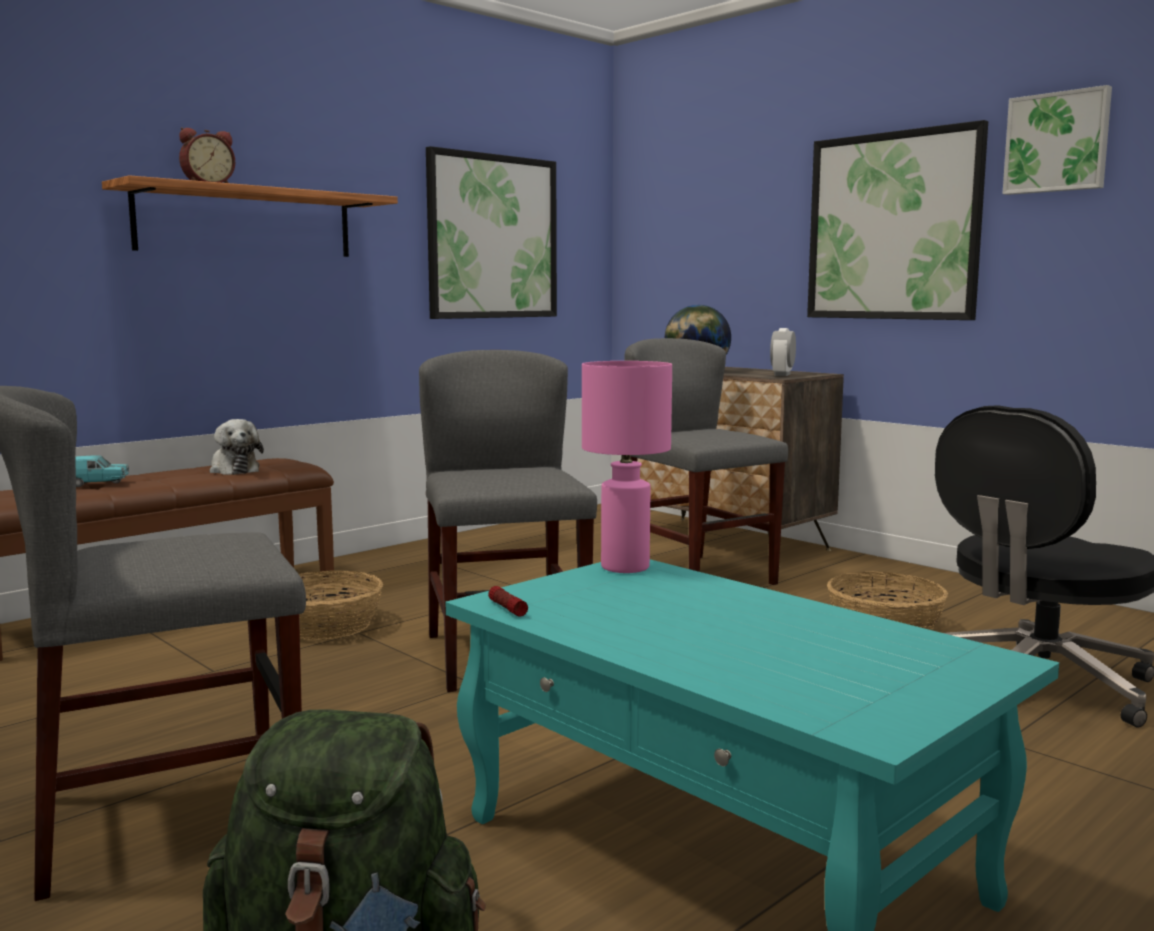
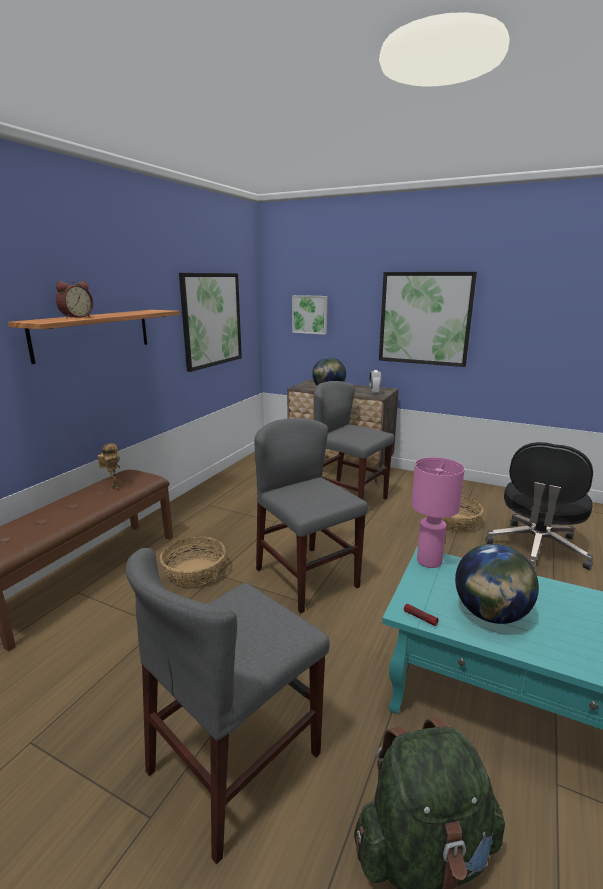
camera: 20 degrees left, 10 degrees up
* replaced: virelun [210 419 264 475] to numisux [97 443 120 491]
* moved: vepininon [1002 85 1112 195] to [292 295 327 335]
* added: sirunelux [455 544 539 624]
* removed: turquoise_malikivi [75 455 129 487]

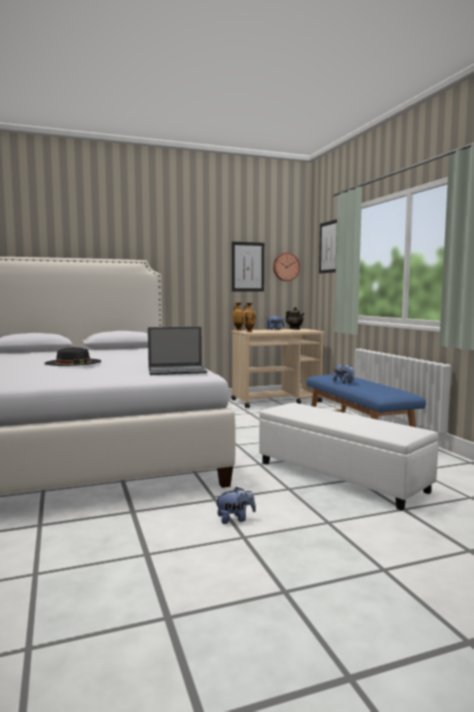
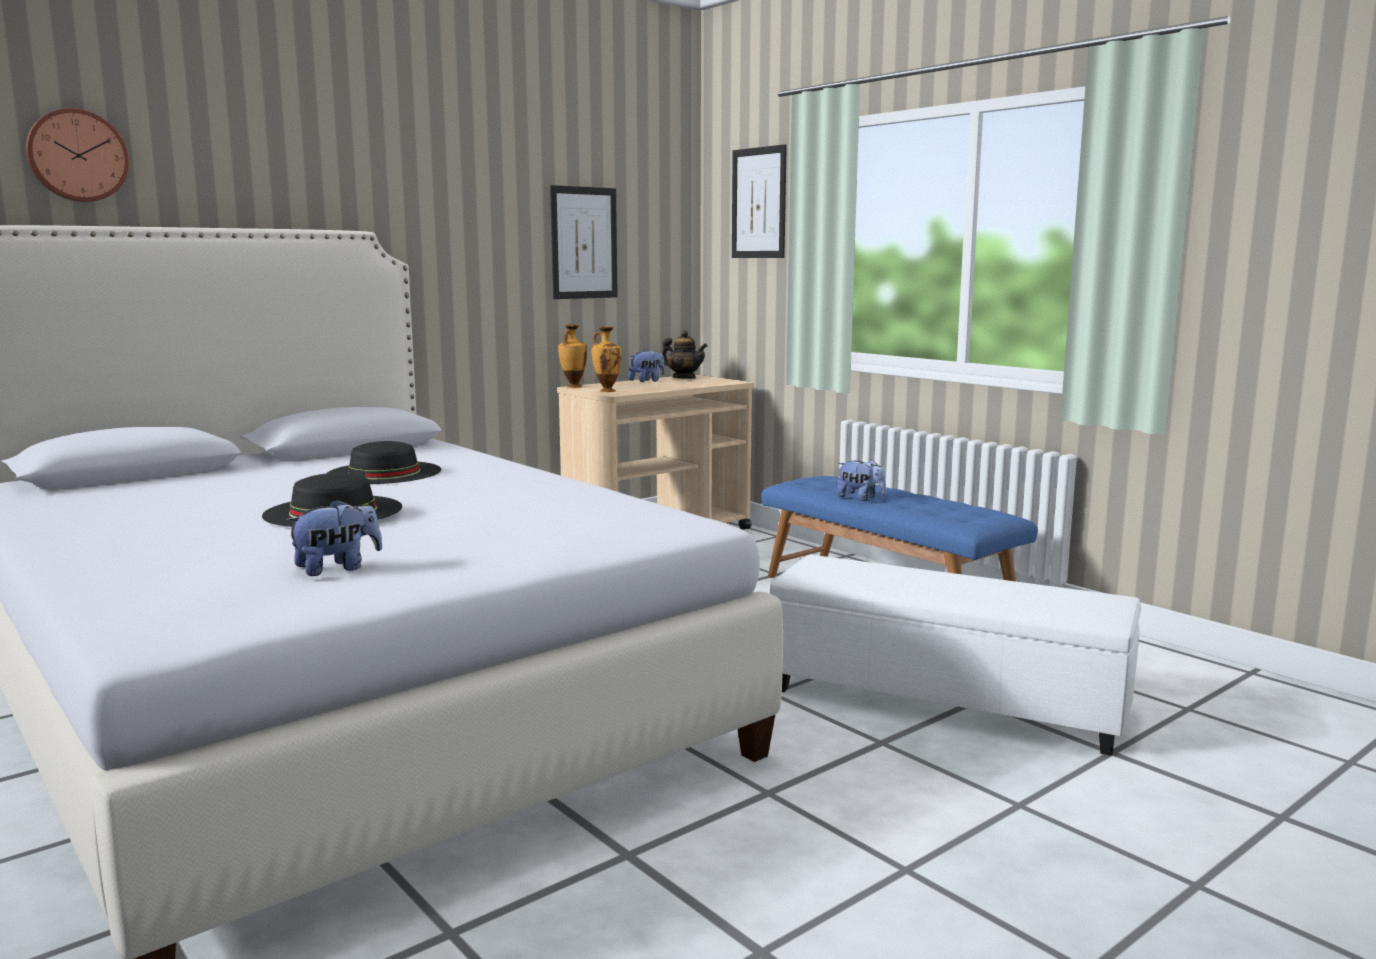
camera: 20 degrees left, 5 degrees up
* moved: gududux [273 253 300 281] to [26 108 129 202]
* moved: virelun [215 487 256 524] to [285 499 382 576]
* added: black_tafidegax [326 441 441 484]
* removed: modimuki [148 327 207 375]

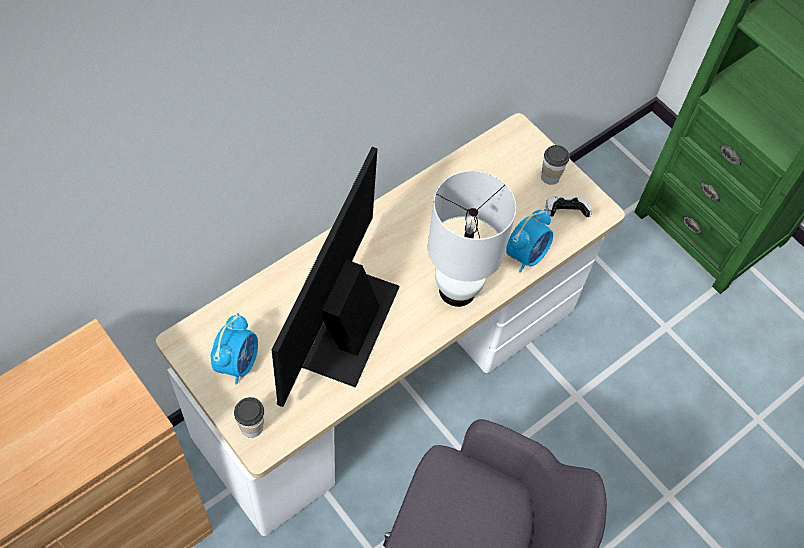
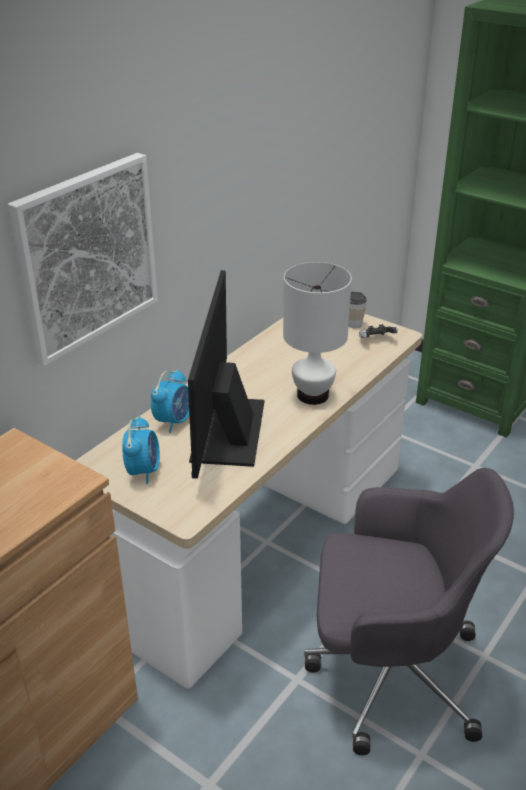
camera: 10 degrees left, 25 degrees down
* added: vepininon [8 153 158 366]
* moved: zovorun [506 209 553 272] to [151 370 189 433]
* removed: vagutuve [234 397 264 438]

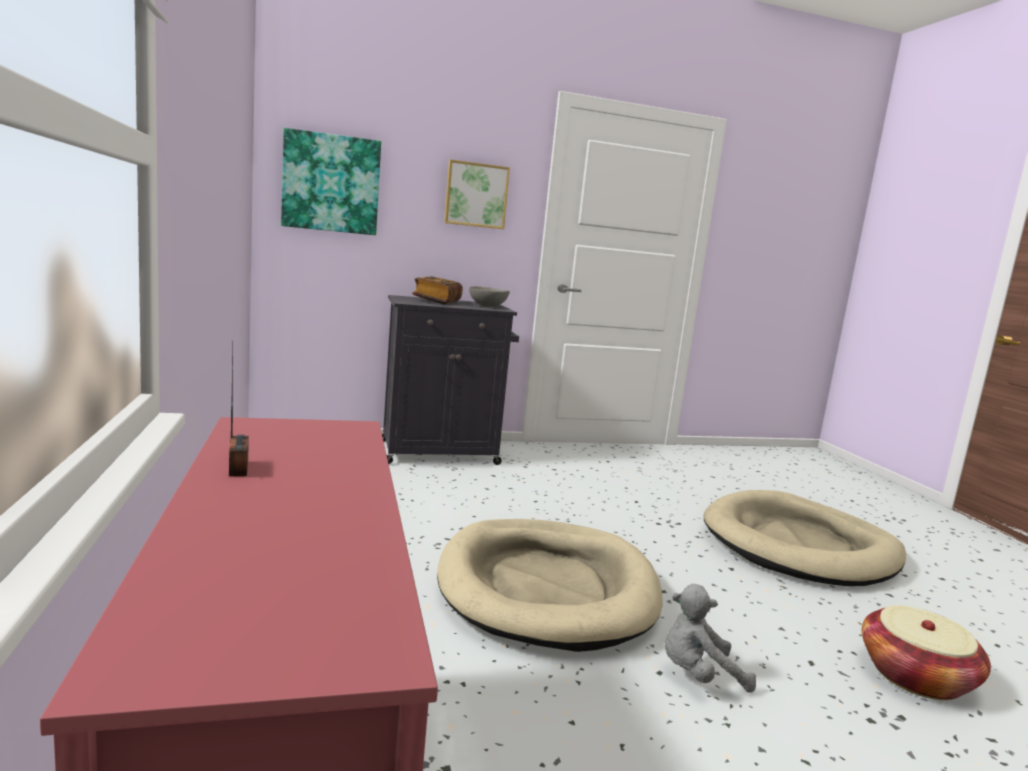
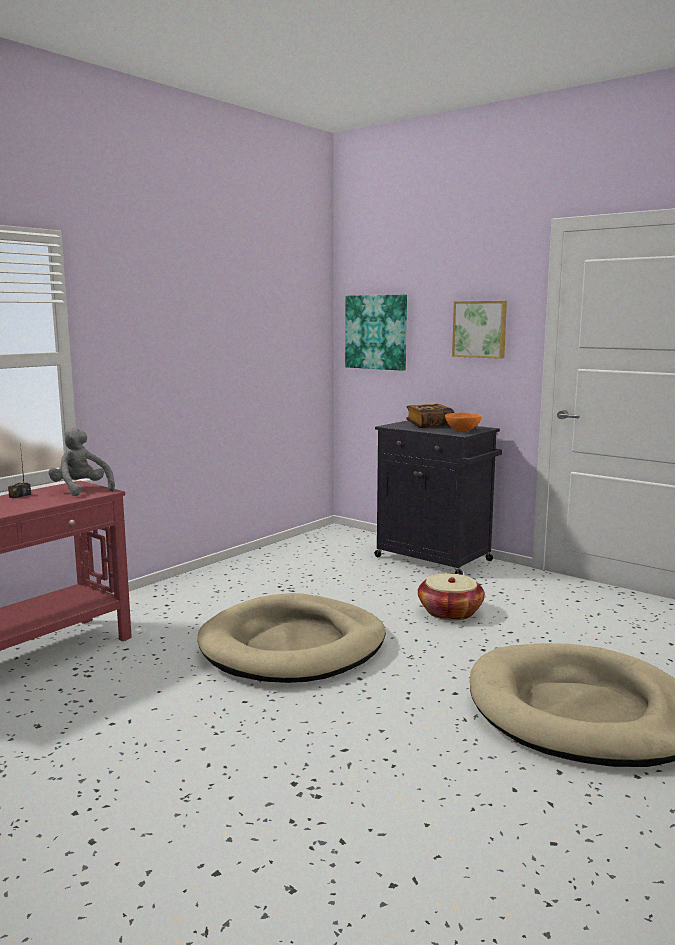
camera: 55 degrees right, 0 degrees up
* moved: grey_virelun [665 584 756 693] to [48 427 115 496]
* moved: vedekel [862 605 991 700] to [418 574 485 620]
* recoloured: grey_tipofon [469 286 510 307] to orange_tipofon [445 413 481 432]

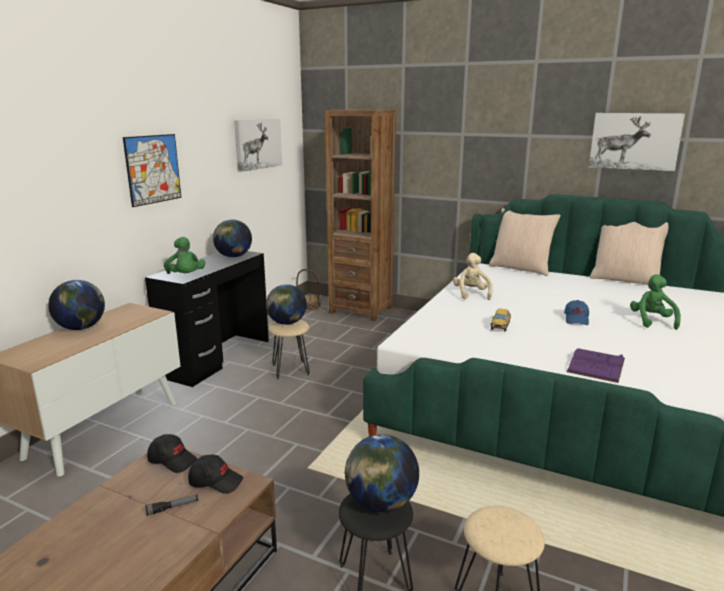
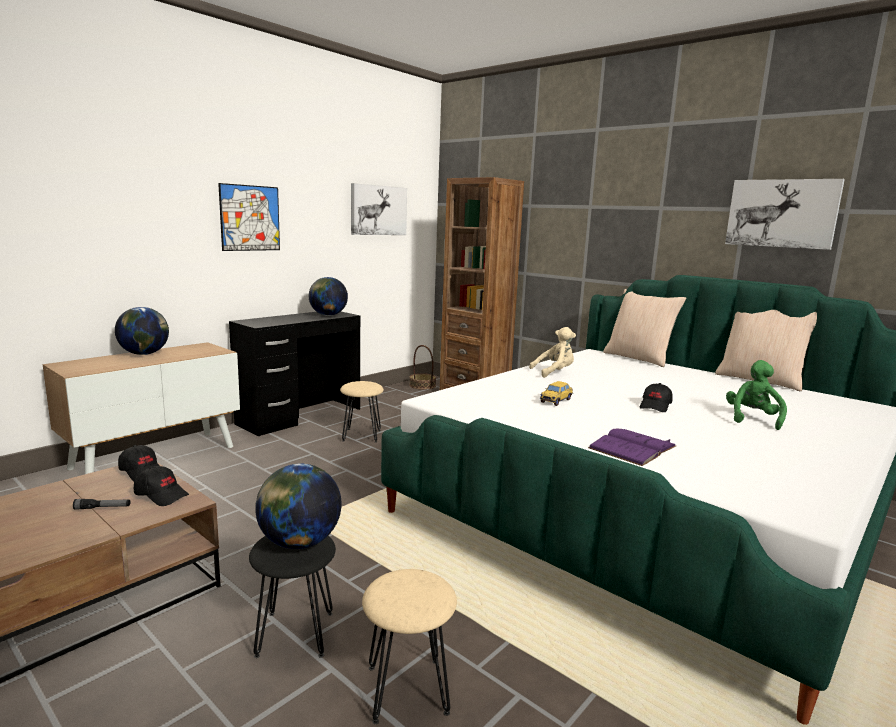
camera: 15 degrees right, 5 degrees down
* turned: beige_virelun [453 253 493 300] = [529 327 576 378] 60 degrees clockwise
* recoloured: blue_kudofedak [564 300 589 325] to black_kudofedak [640 383 673 412]
* removed: green_virelun [164 237 205 274]
* removed: sirunelux [266 284 307 325]

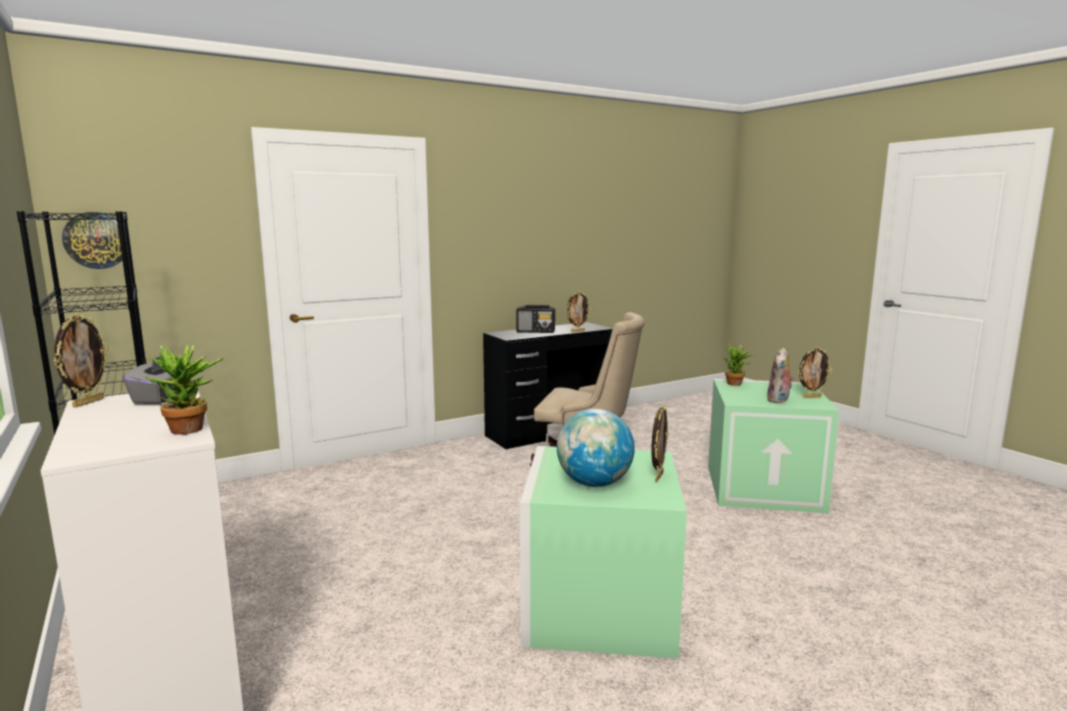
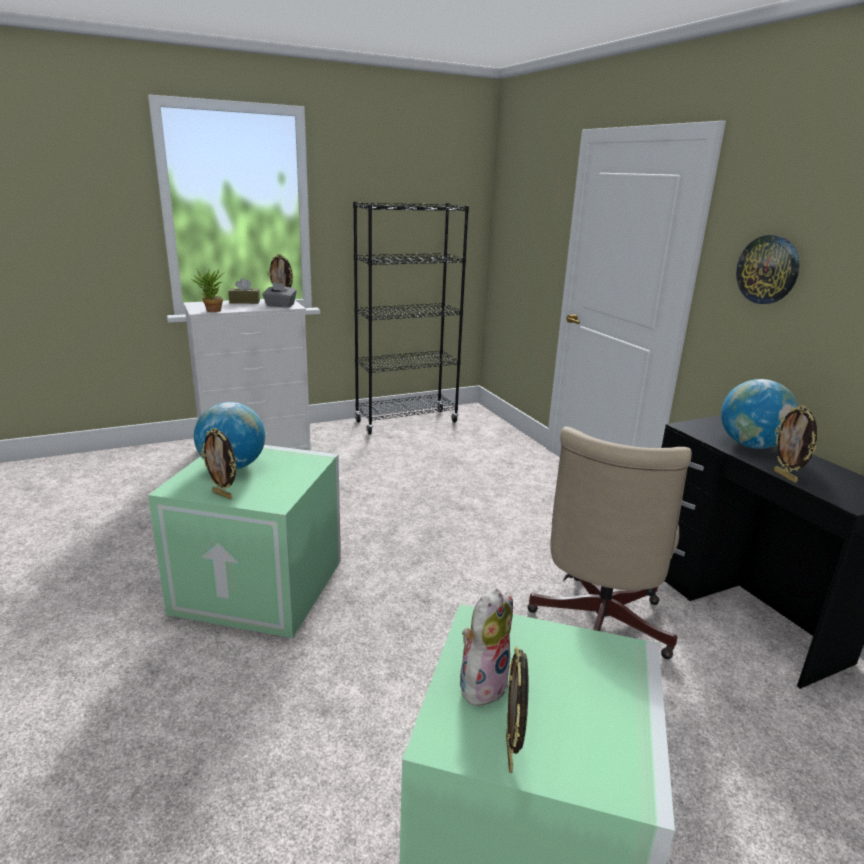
camera: 95 degrees right, 10 degrees up
* added: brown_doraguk [228 278 260 304]
* turned: virelun [767 348 794 404] = [460 588 513 707] 90 degrees clockwise
* replaced: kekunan [516 305 555 333] to sirunelux [721 379 798 449]
* moved: gududux [62 212 122 269] to [736 235 799 304]
* removed: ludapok [723 344 756 386]

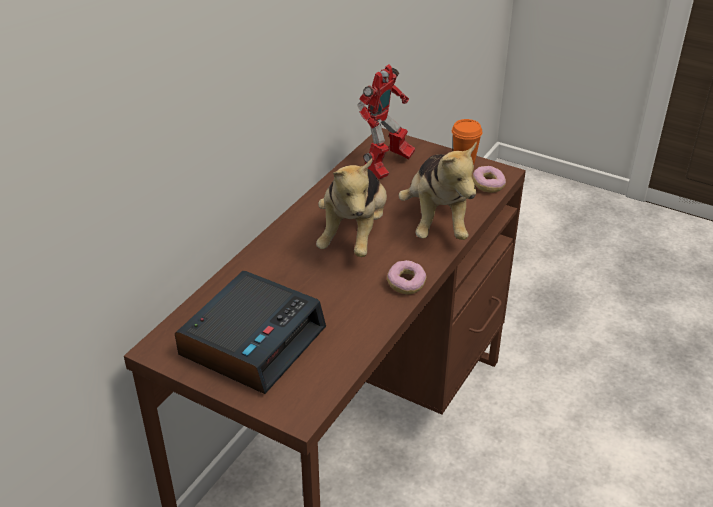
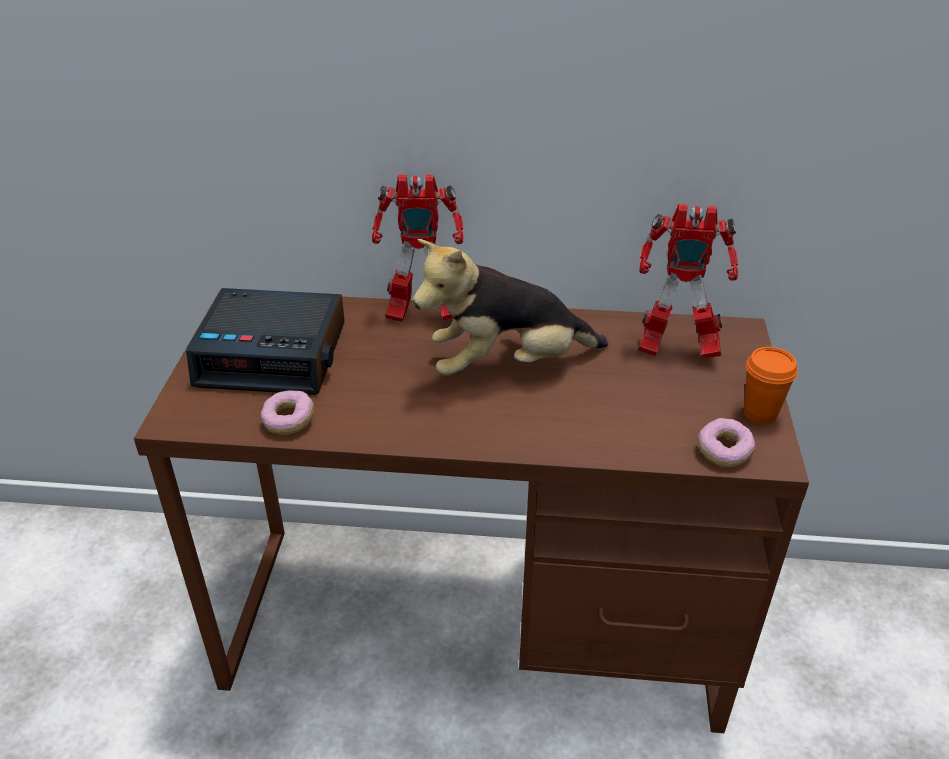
camera: 65 degrees right, 0 degrees up
* moved: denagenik [387 260 426 294] to [261 390 314 435]
* added: numisux [372 175 464 322]
* removed: virelun [398 141 477 240]

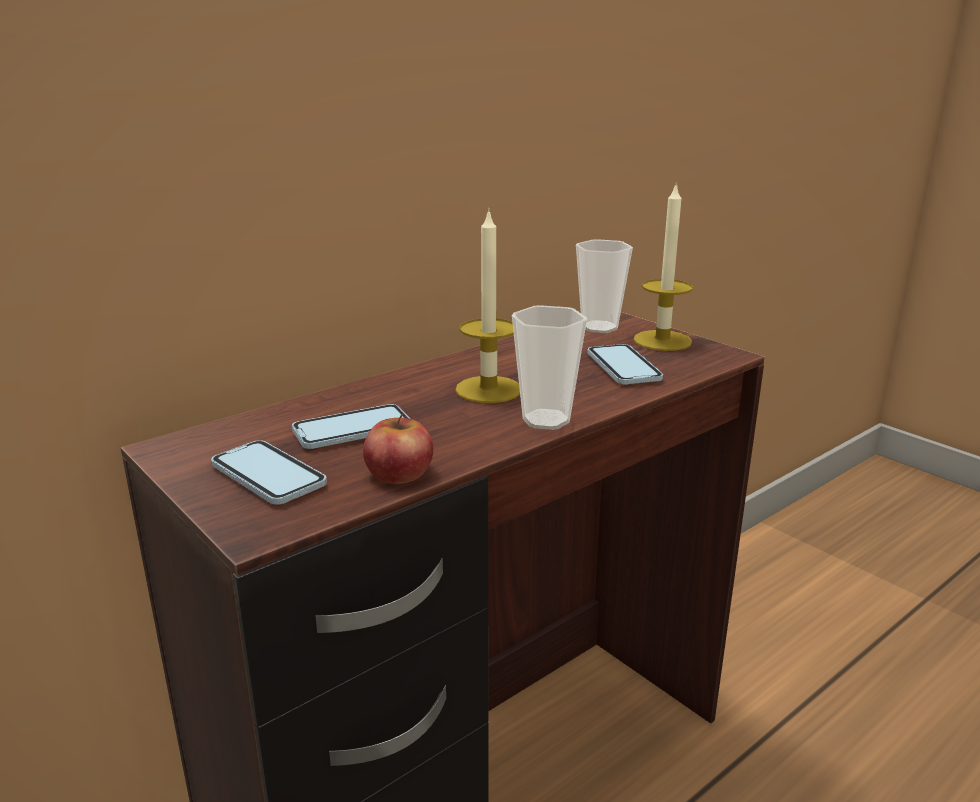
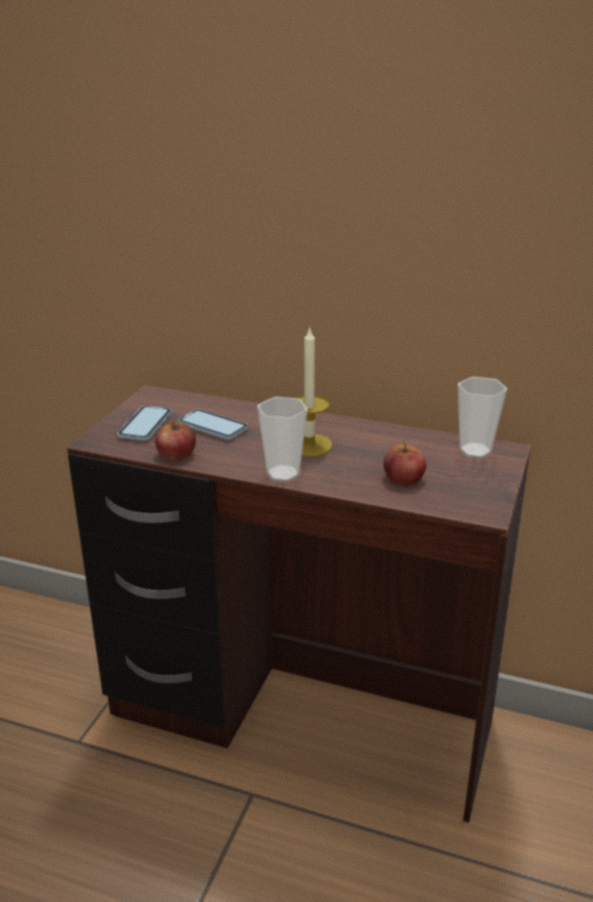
camera: 60 degrees right, 5 degrees up
* replaced: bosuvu [588 344 663 385] to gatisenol [383 441 427 485]
* removed: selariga [633 185 693 351]

